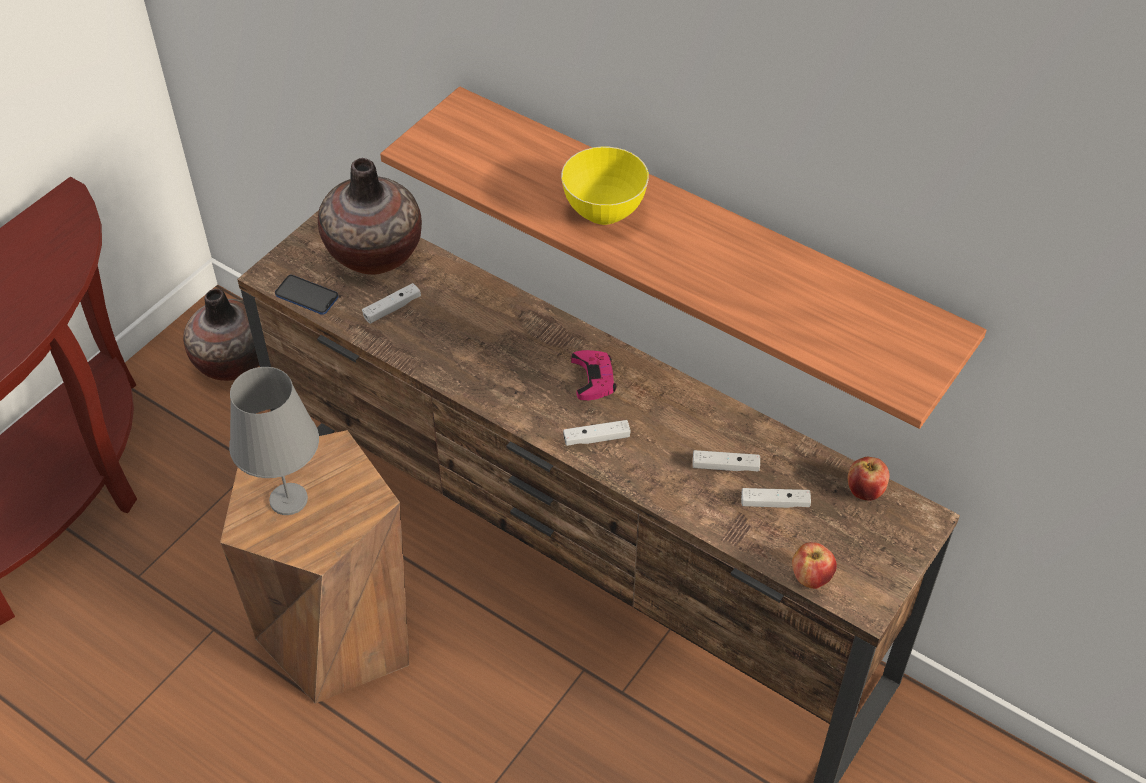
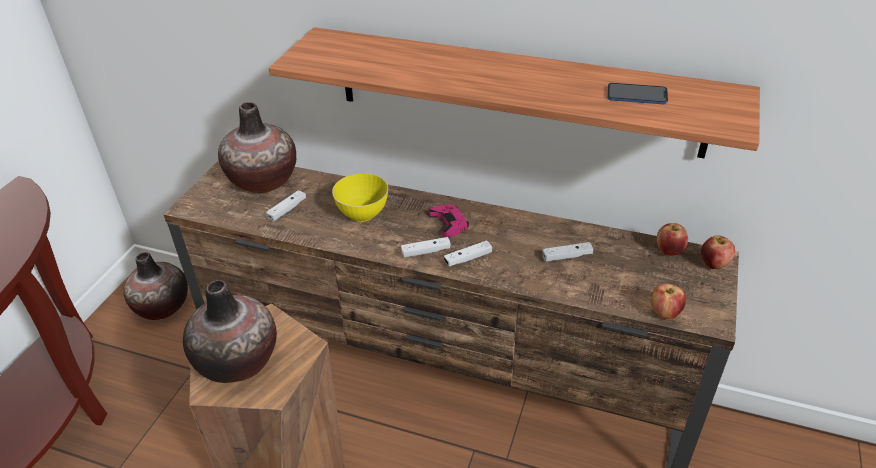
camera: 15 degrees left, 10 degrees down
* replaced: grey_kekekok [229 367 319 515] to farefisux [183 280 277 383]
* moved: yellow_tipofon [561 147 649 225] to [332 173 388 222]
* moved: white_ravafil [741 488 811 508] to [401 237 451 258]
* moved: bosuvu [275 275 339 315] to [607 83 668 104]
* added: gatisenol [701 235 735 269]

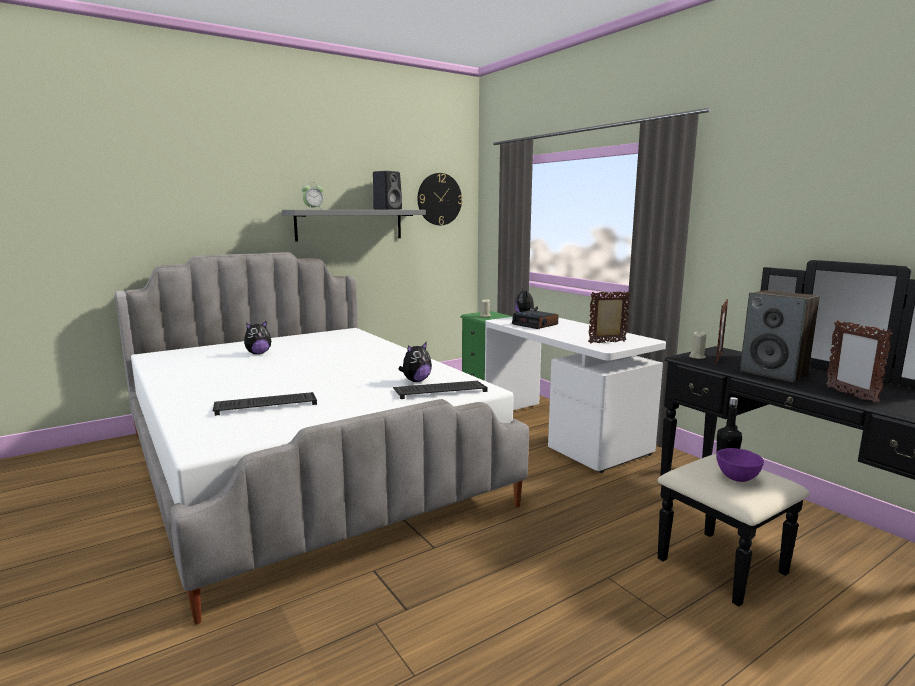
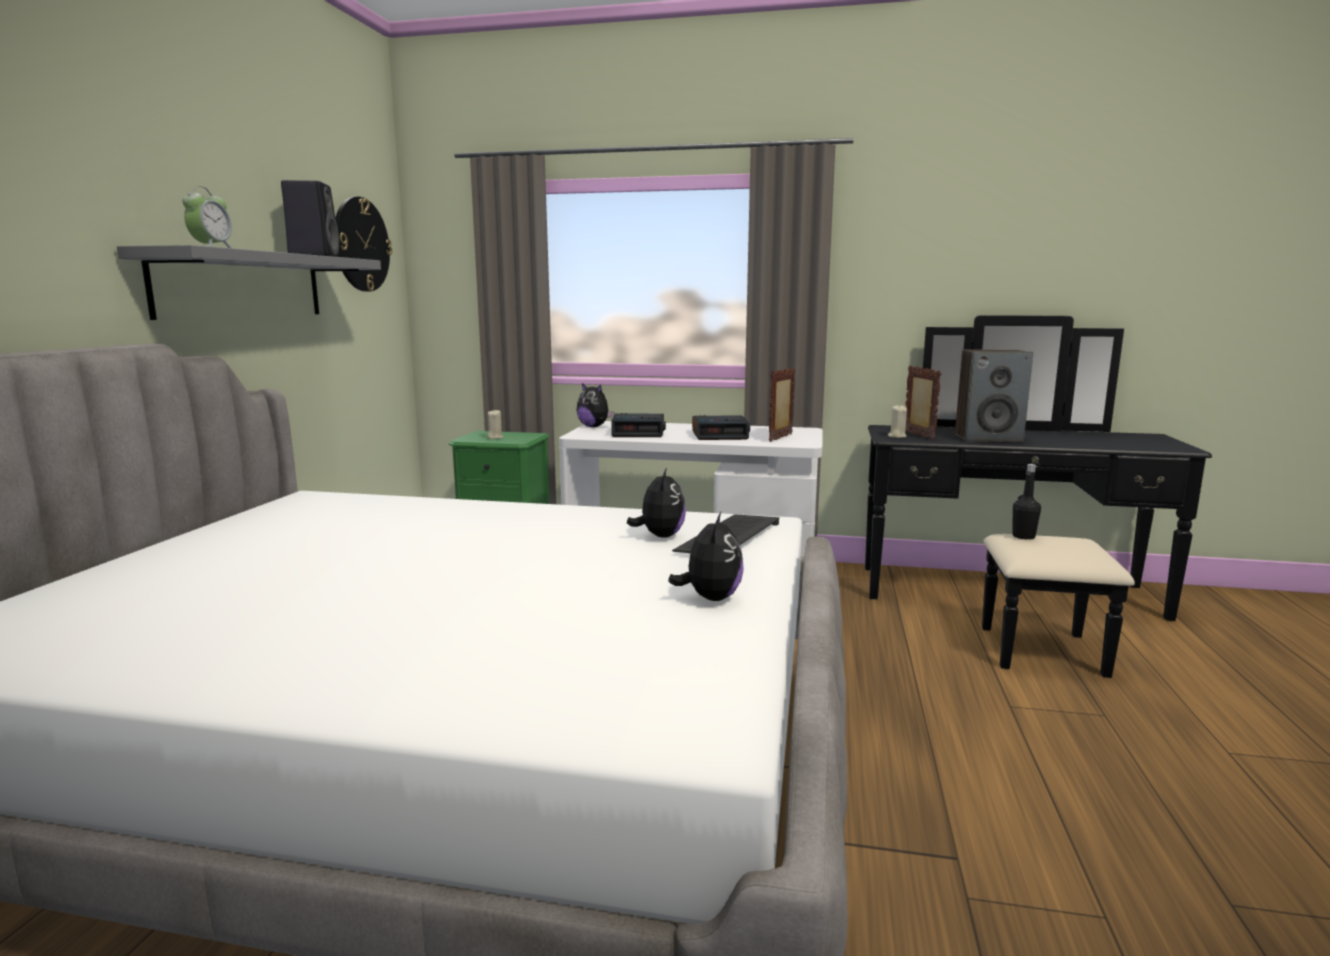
camera: 45 degrees left, 0 degrees up
* moved: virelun [244 321 271 354] to [668 512 744 601]
* added: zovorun [692 415 750 440]
* removed: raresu [213 392 317 416]
* removed: purple_tipofon [717 448 764 482]
* removed: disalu [826 320 893 404]

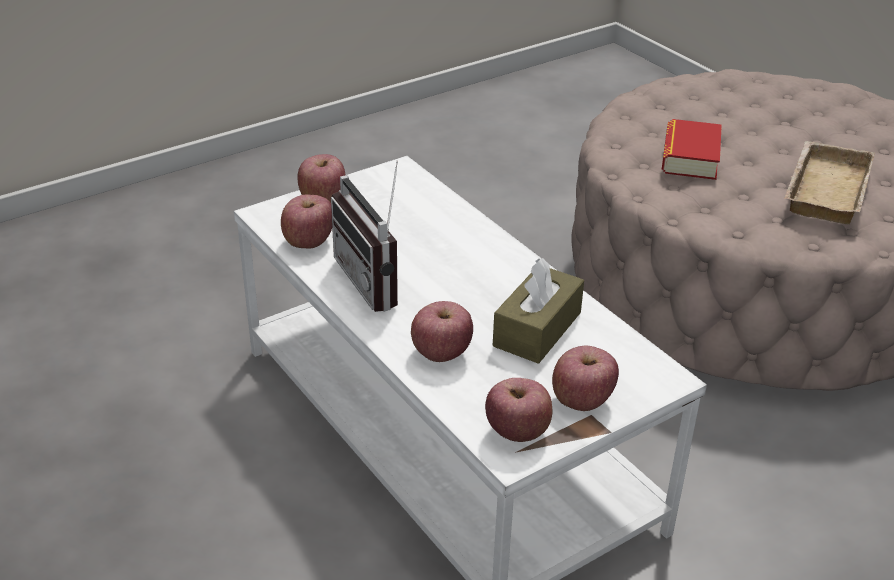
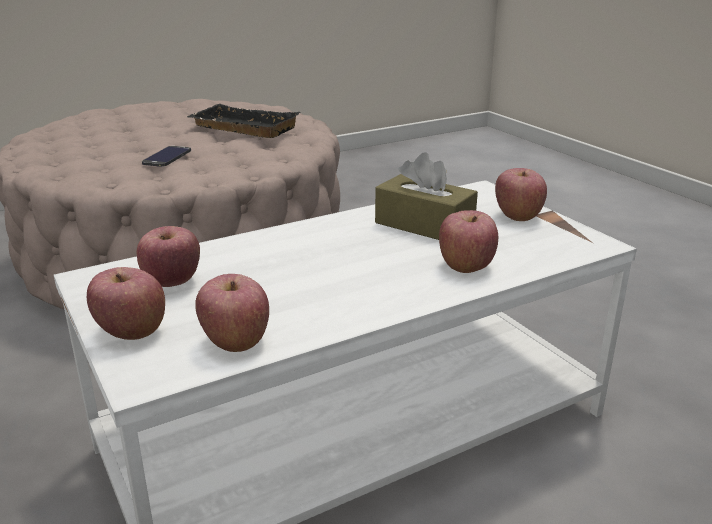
camera: 85 degrees left, 10 degrees down
* moved: gatisenol [485 378 553 442] to [137 226 200 287]
* replaced: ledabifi [662 119 722 180] to bosuvu [142 146 191 167]
* recoloured: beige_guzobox [785 141 875 224] to black_guzobox [187 104 300 138]
* removed: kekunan [331 161 398 312]

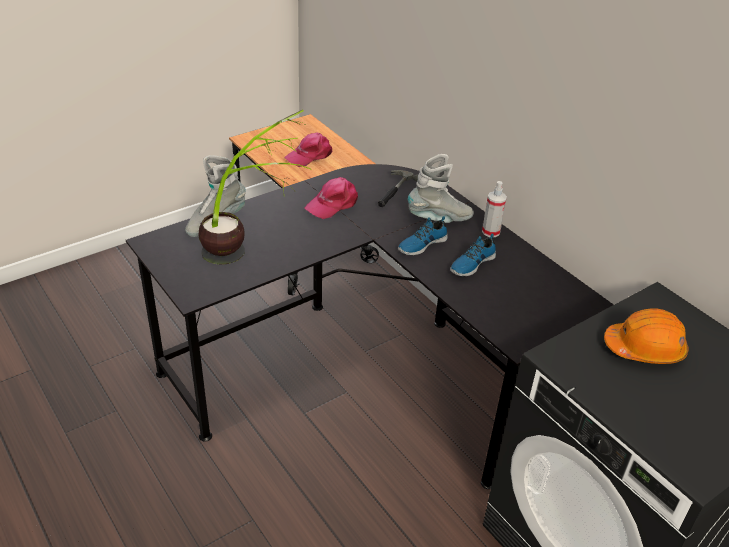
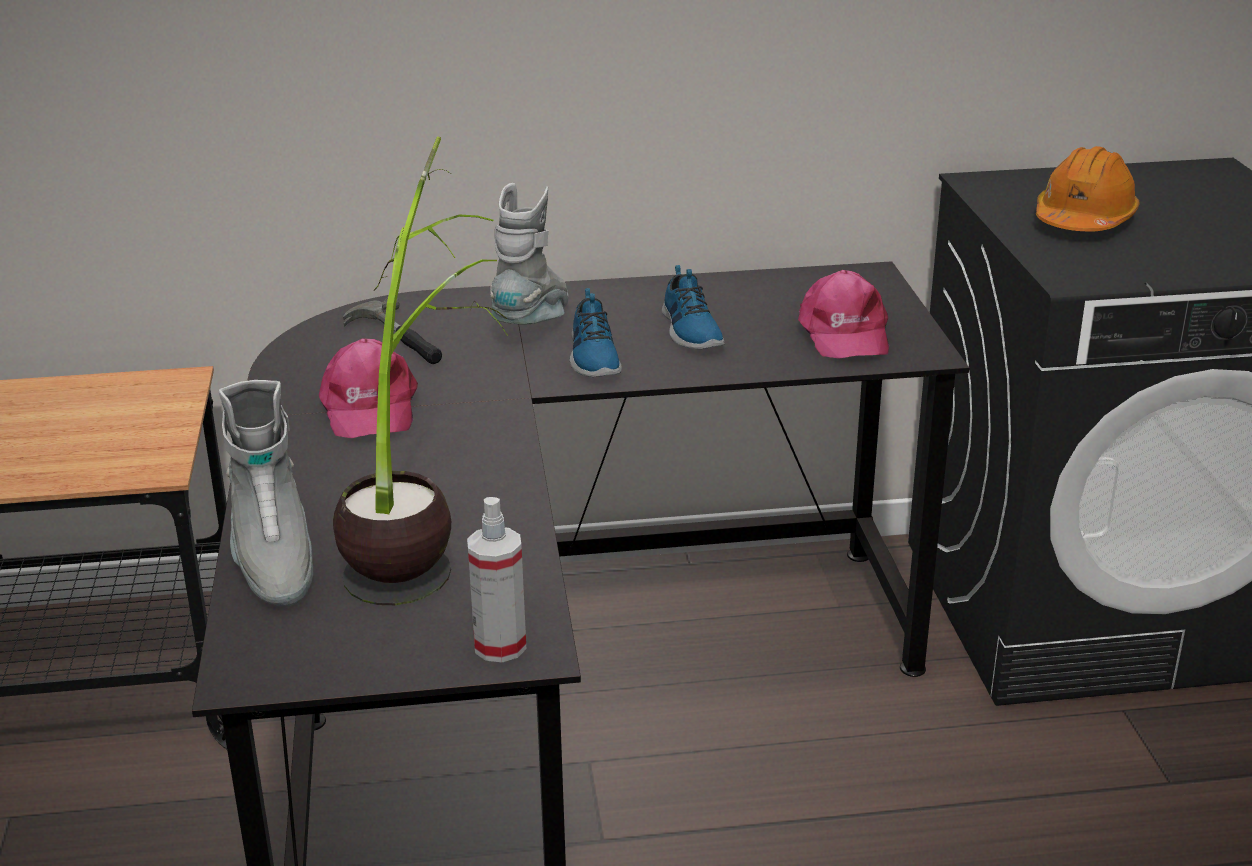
camera: 60 degrees left, 10 degrees down
* moved: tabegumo [482 181 507 237] to [467 497 526 662]
* moved: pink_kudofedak [284 132 332 167] to [798 270 889 359]

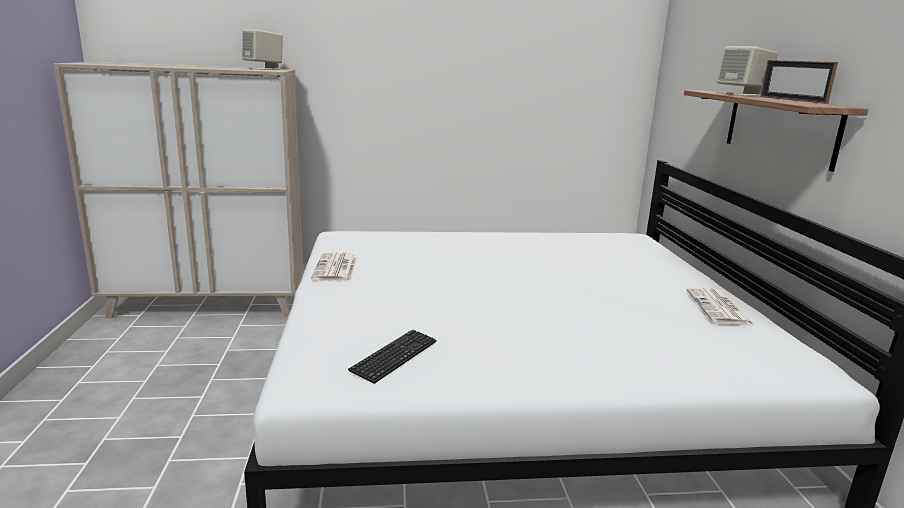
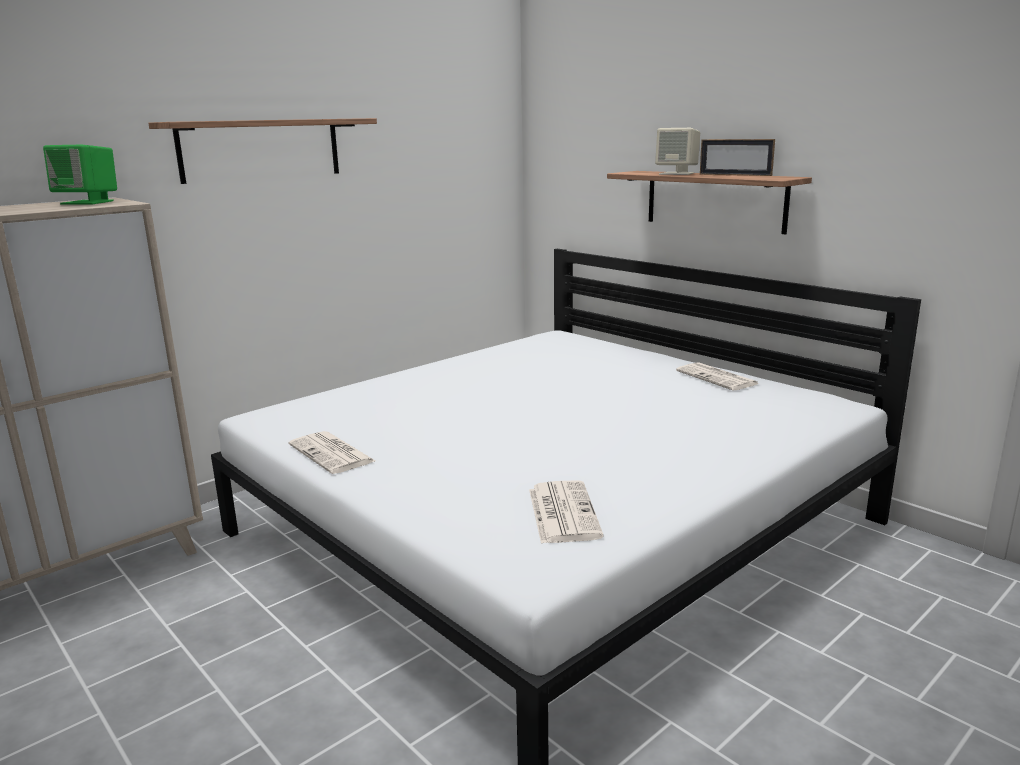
camera: 35 degrees left, 0 degrees up
* recoloured: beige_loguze [242 29 283 70] to green_loguze [43 145 117 204]
* added: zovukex [148 118 377 184]
* replaced: raresu [348 330 436 384] to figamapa [529 480 604 544]

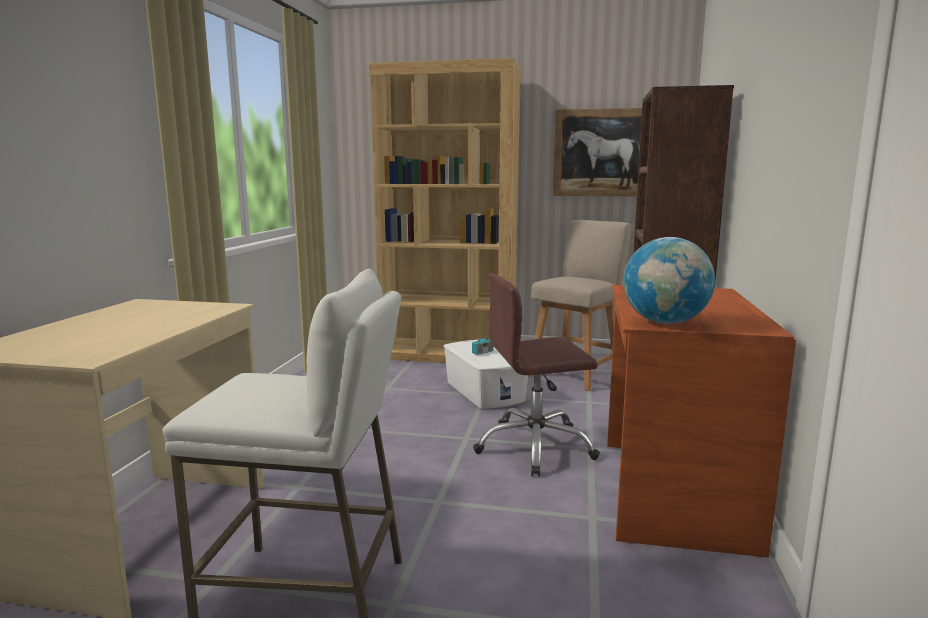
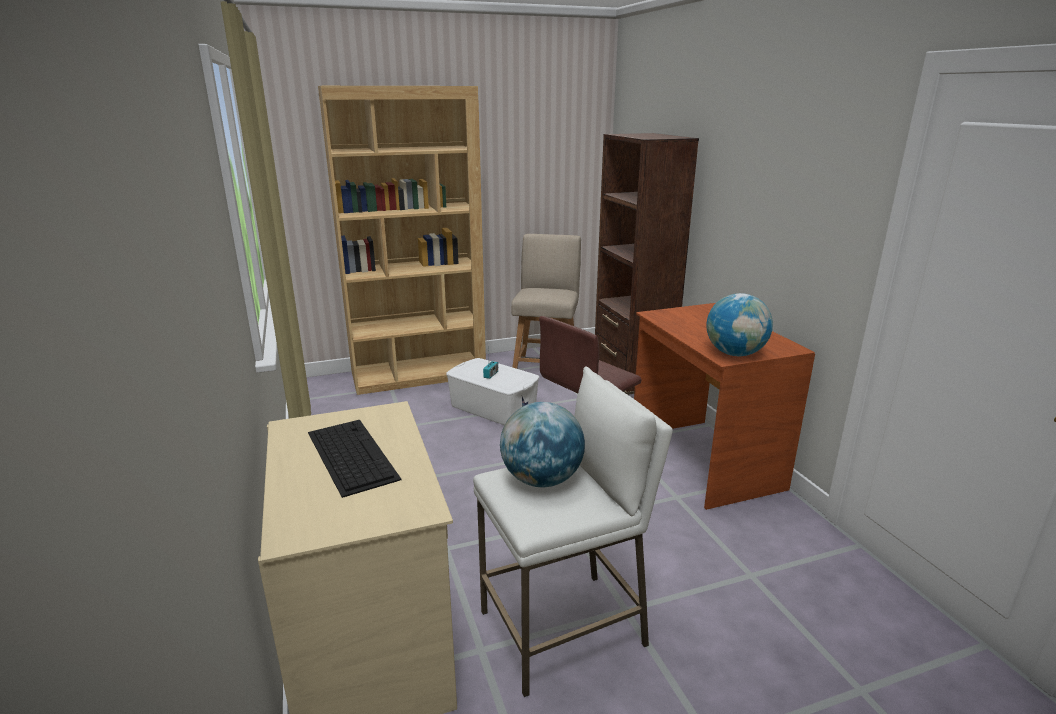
camera: 30 degrees left, 10 degrees up
* added: raresu [308 420 401 498]
* added: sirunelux [500 402 585 487]
* removed: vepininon [553 108 642 196]

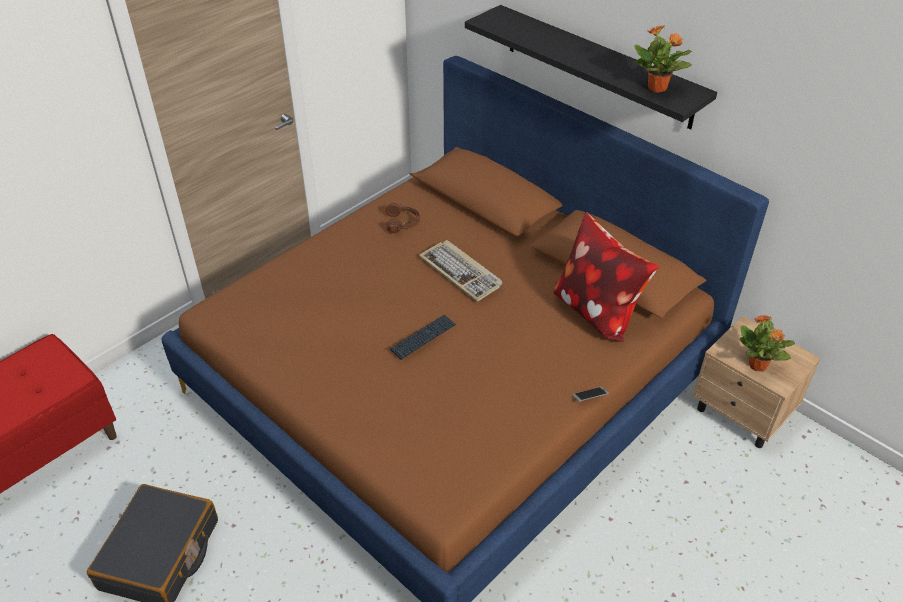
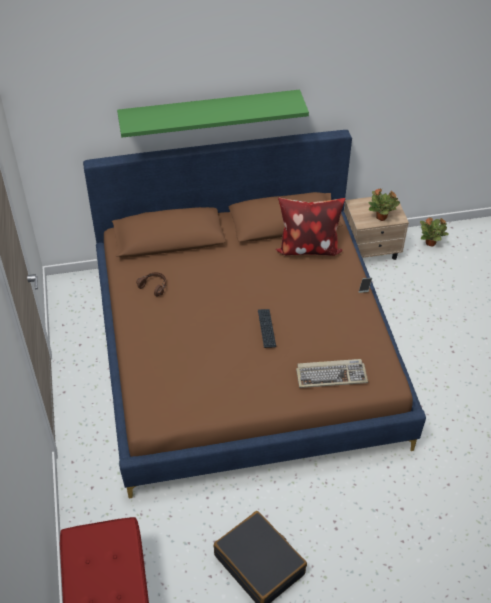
camera: 55 degrees left, 5 degrees up
* recoloured: black_zovukex [465 5 717 130] to green_zovukex [117 90 309 138]
* moved: raresu [419 240 502 302] to [296 359 368 388]
* moved: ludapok [634 25 692 93] to [420 218 449 247]

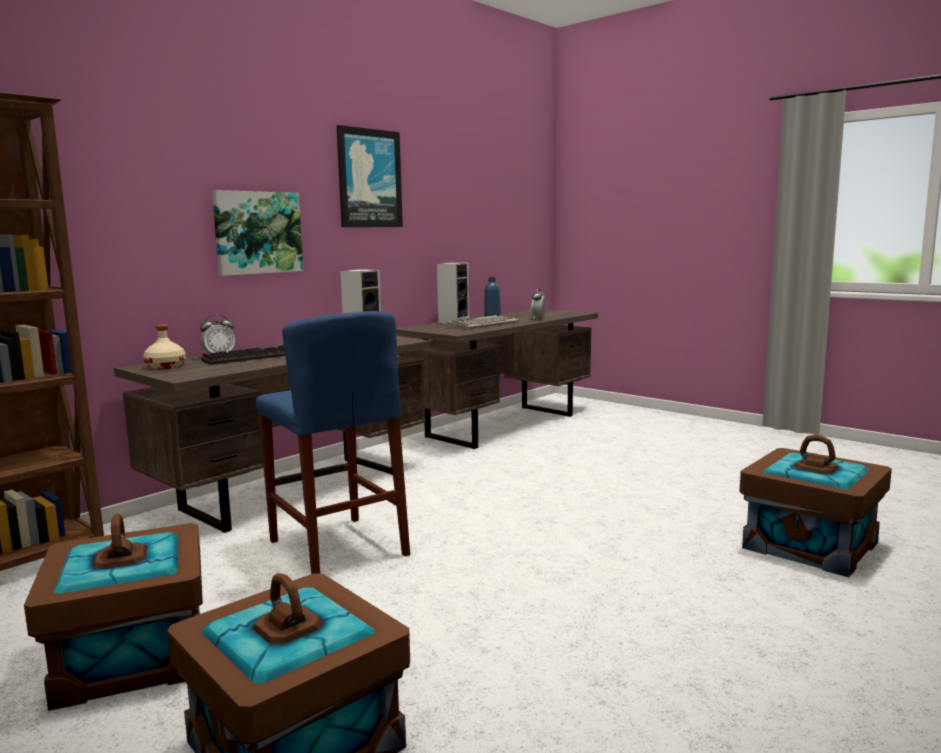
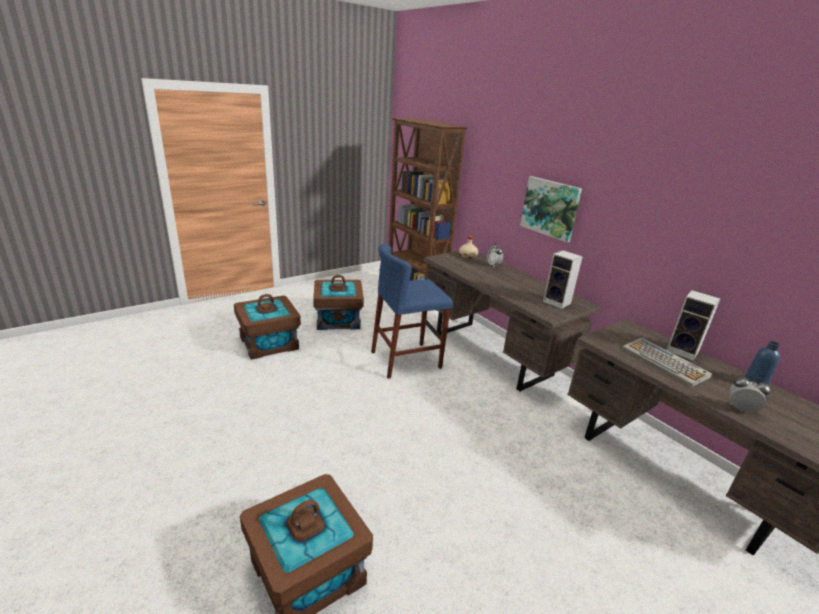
camera: 100 degrees right, 15 degrees up
* removed: raresu [201 345 285 365]
* removed: vepininon [336 125 403 227]

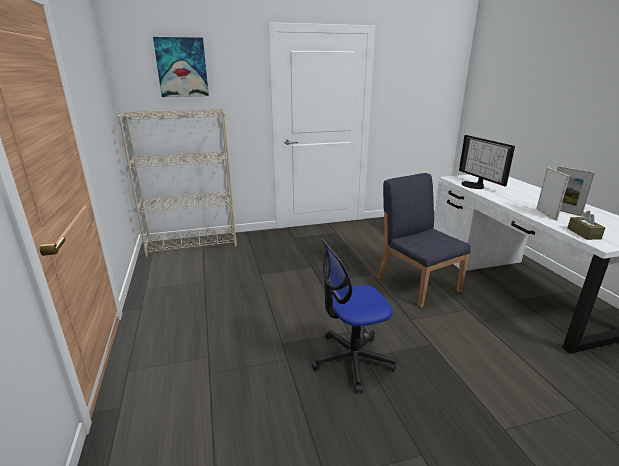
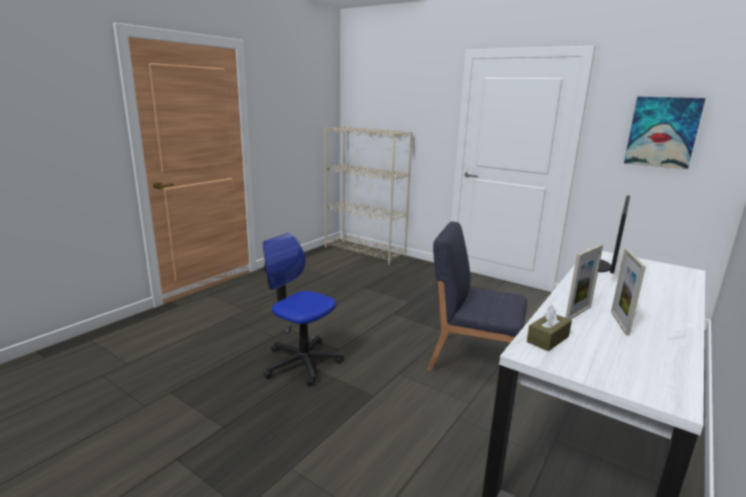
camera: 50 degrees right, 5 degrees down
* turned: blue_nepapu [377 173 471 308] = [427 221 527 371] 90 degrees counterclockwise
* moved: vepininon [153 37 209 97] to [624 97 706 169]

